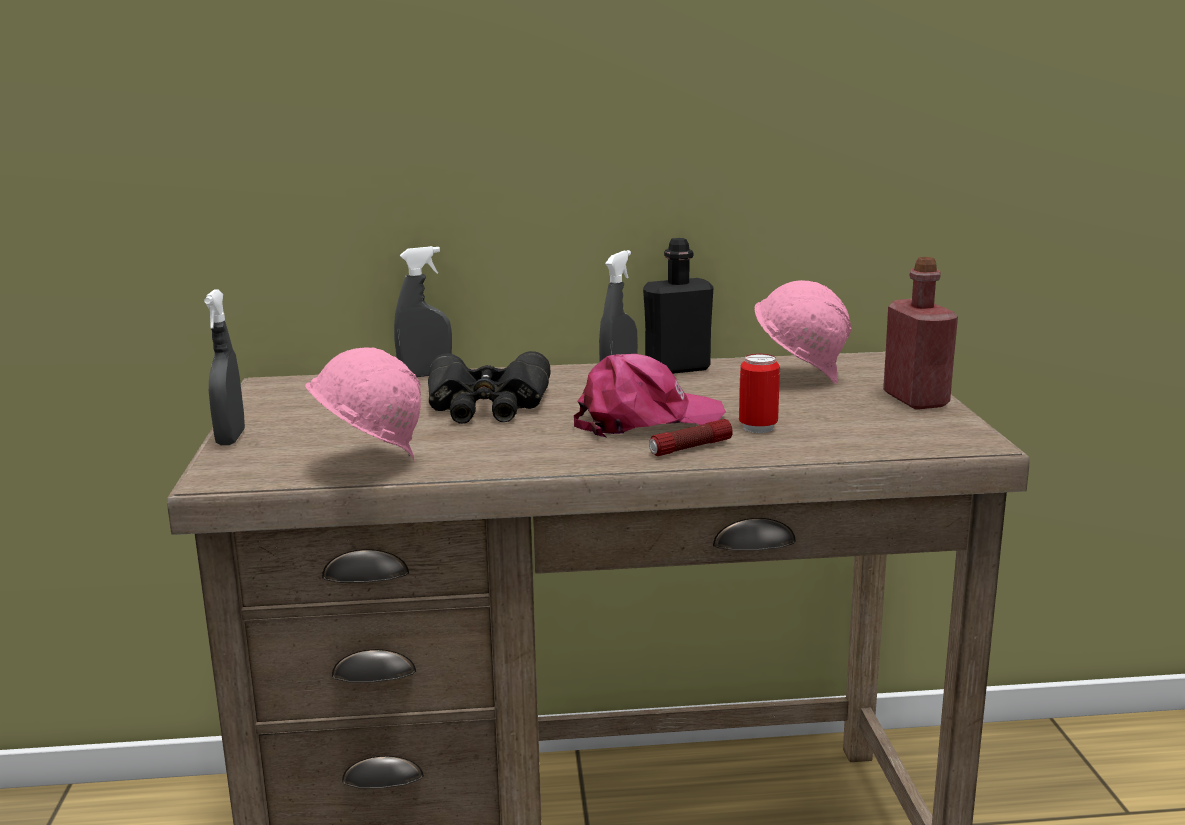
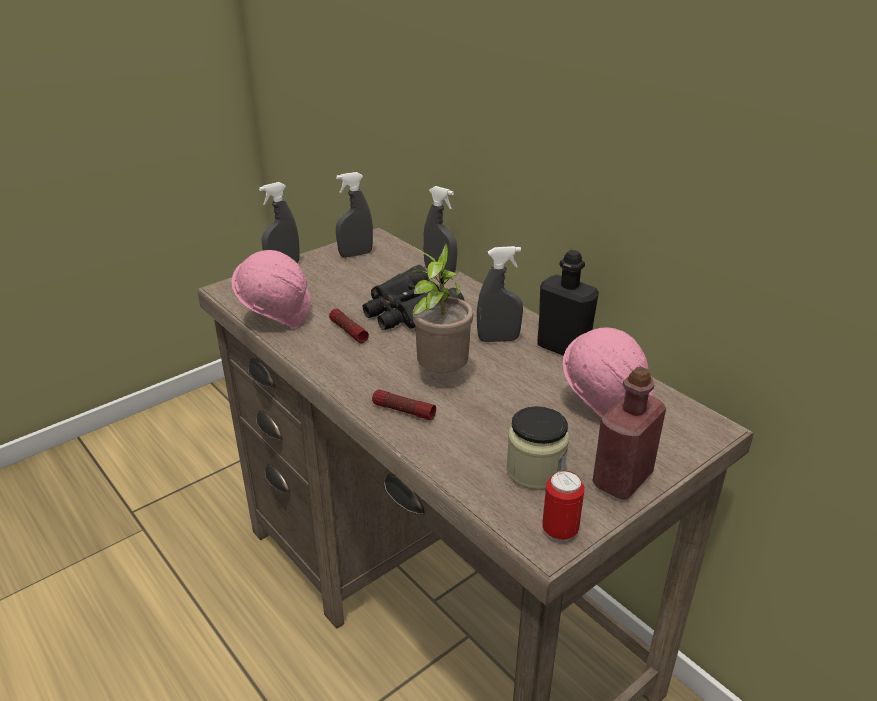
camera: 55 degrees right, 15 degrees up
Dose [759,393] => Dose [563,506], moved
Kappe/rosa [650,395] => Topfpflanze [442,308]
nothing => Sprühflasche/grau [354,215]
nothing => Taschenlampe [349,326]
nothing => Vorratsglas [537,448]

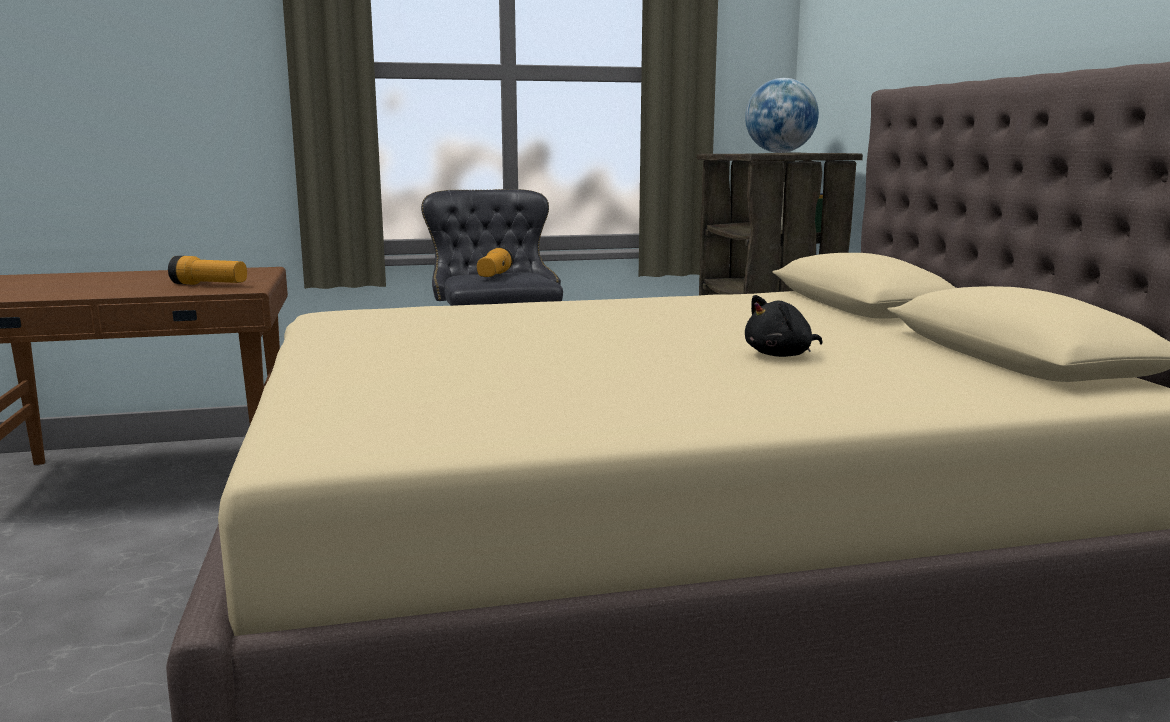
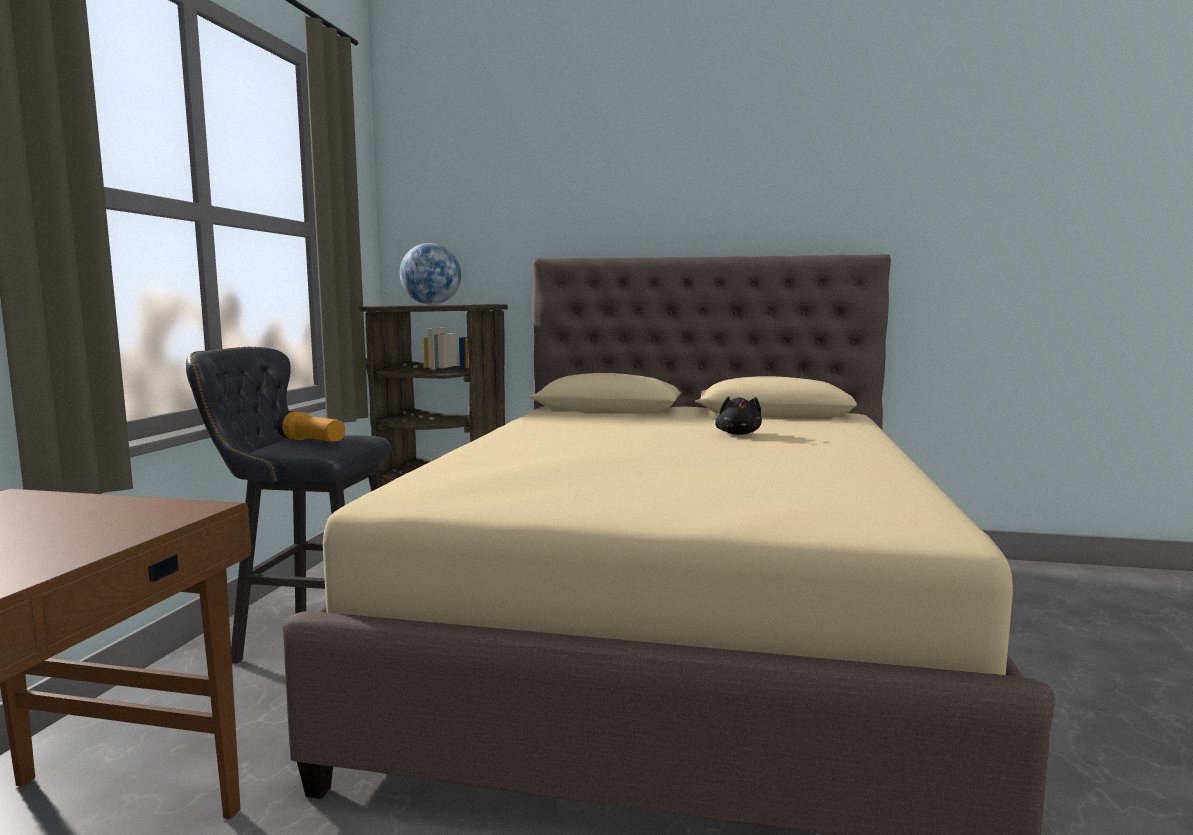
camera: 65 degrees left, 5 degrees down
Taschenlampe [207,270] => nothing

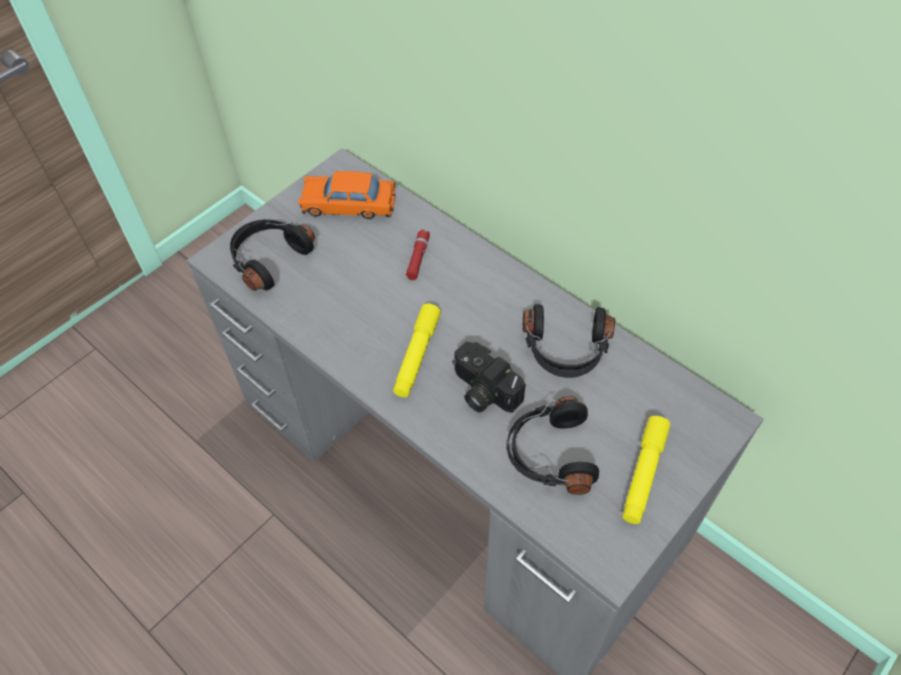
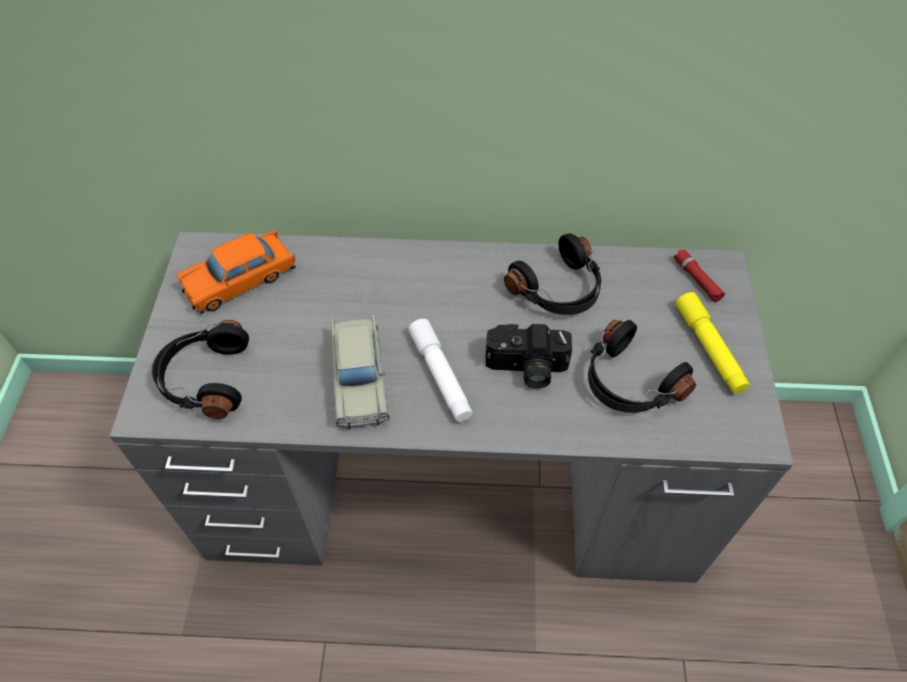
camera: 40 degrees left, 0 degrees up
Taschenlampe/rot [418,254] => Taschenlampe/rot [699,275], moved
Taschenlampe/gelb [417,350] => Taschenlampe/weiß [440,370]
nothing => Spielzeugauto/beige [360,371]

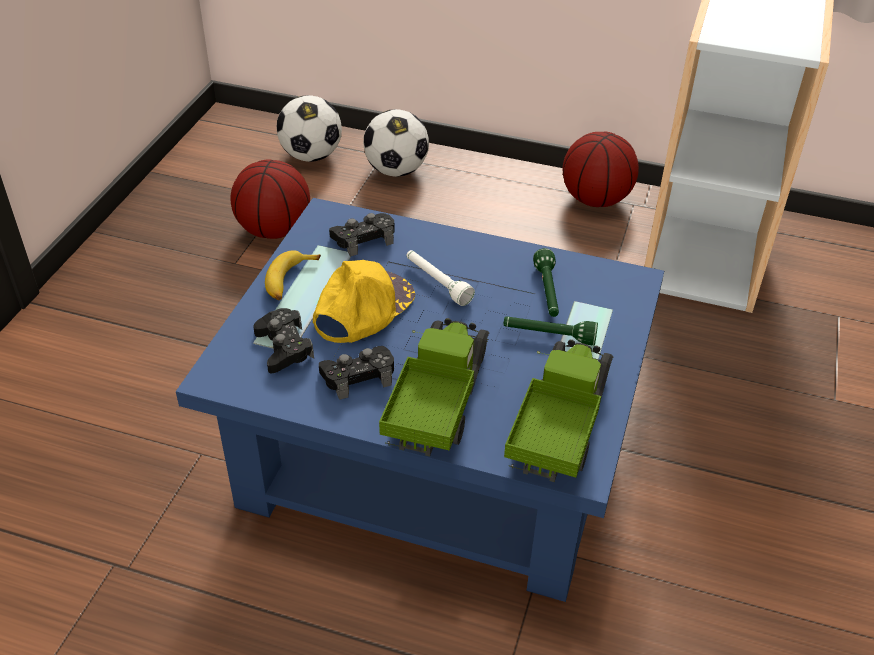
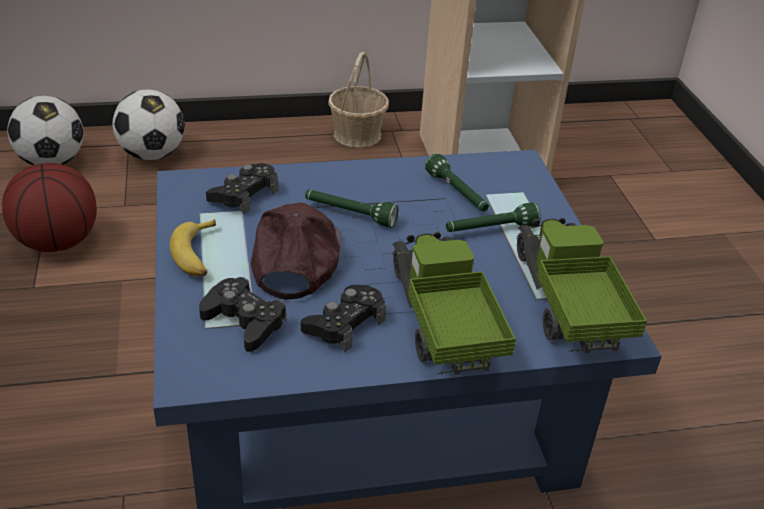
camera: 30 degrees left, 5 degrees down
Basketball [601,169] => Korb [358,100]
Taschenlampe/weiß [440,278] => Taschenlampe/grün [351,208]
Kappe/gelb [364,301] => Kappe/braun [296,251]

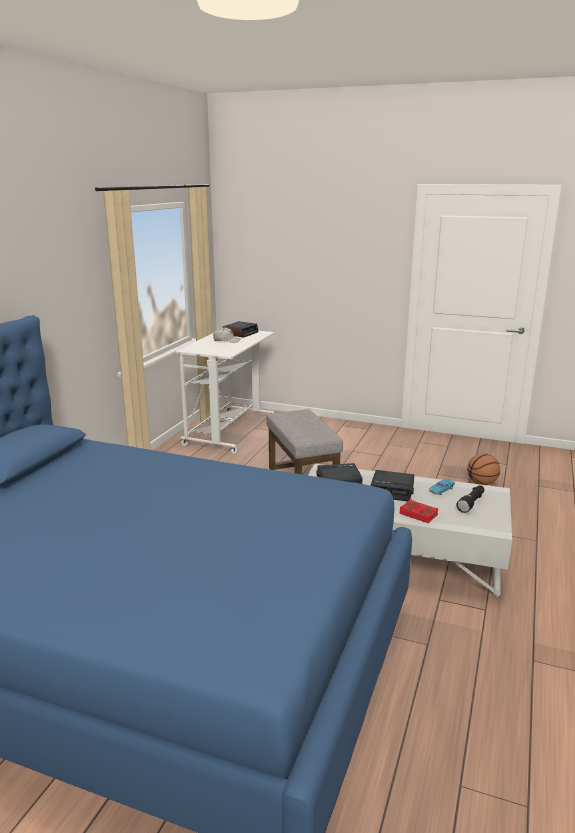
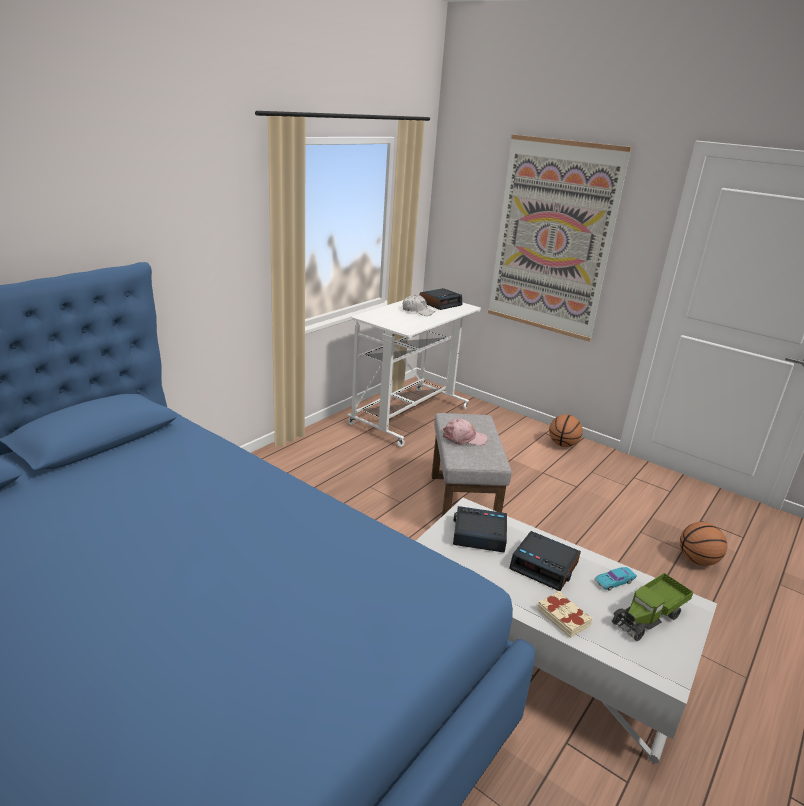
camera: 15 degrees right, 5 degrees up
Taschenlampe/schwarz [470,499] => Spielzeuglaster [652,607]
Buch/rot [419,511] => Buch/beige [564,614]
nothing => Bild [560,238]
nothing => Basketball [566,430]
nothing => Kappe/rosa [465,432]

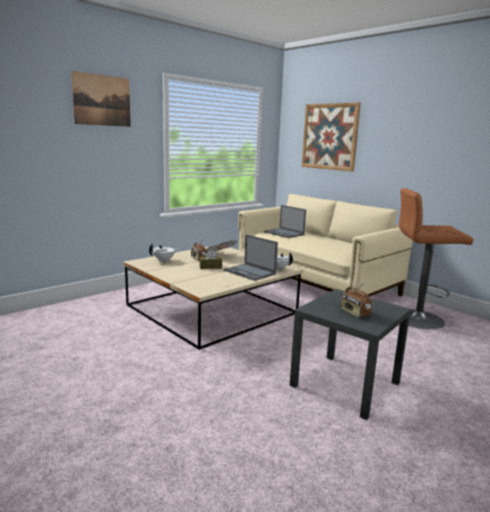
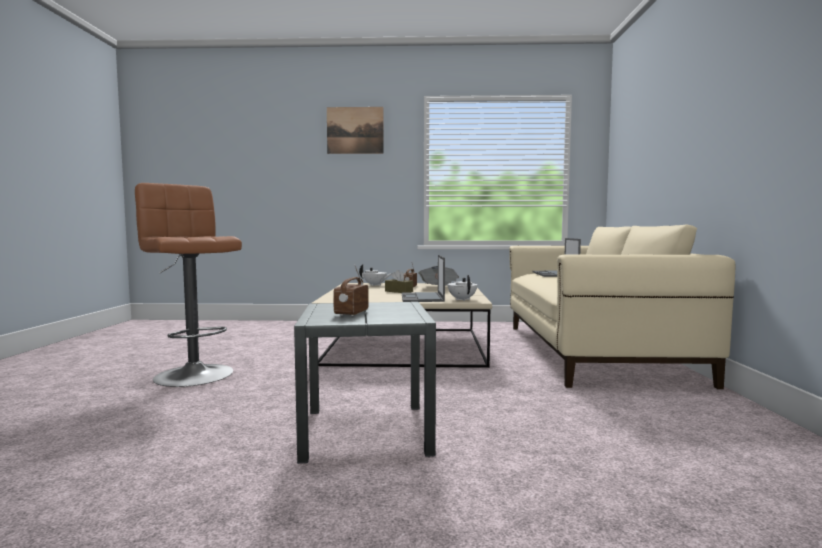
camera: 45 degrees right, 10 degrees down
Bild [331,137] => nothing
Hocker/braun [436,258] => Hocker/braun [188,285], moved

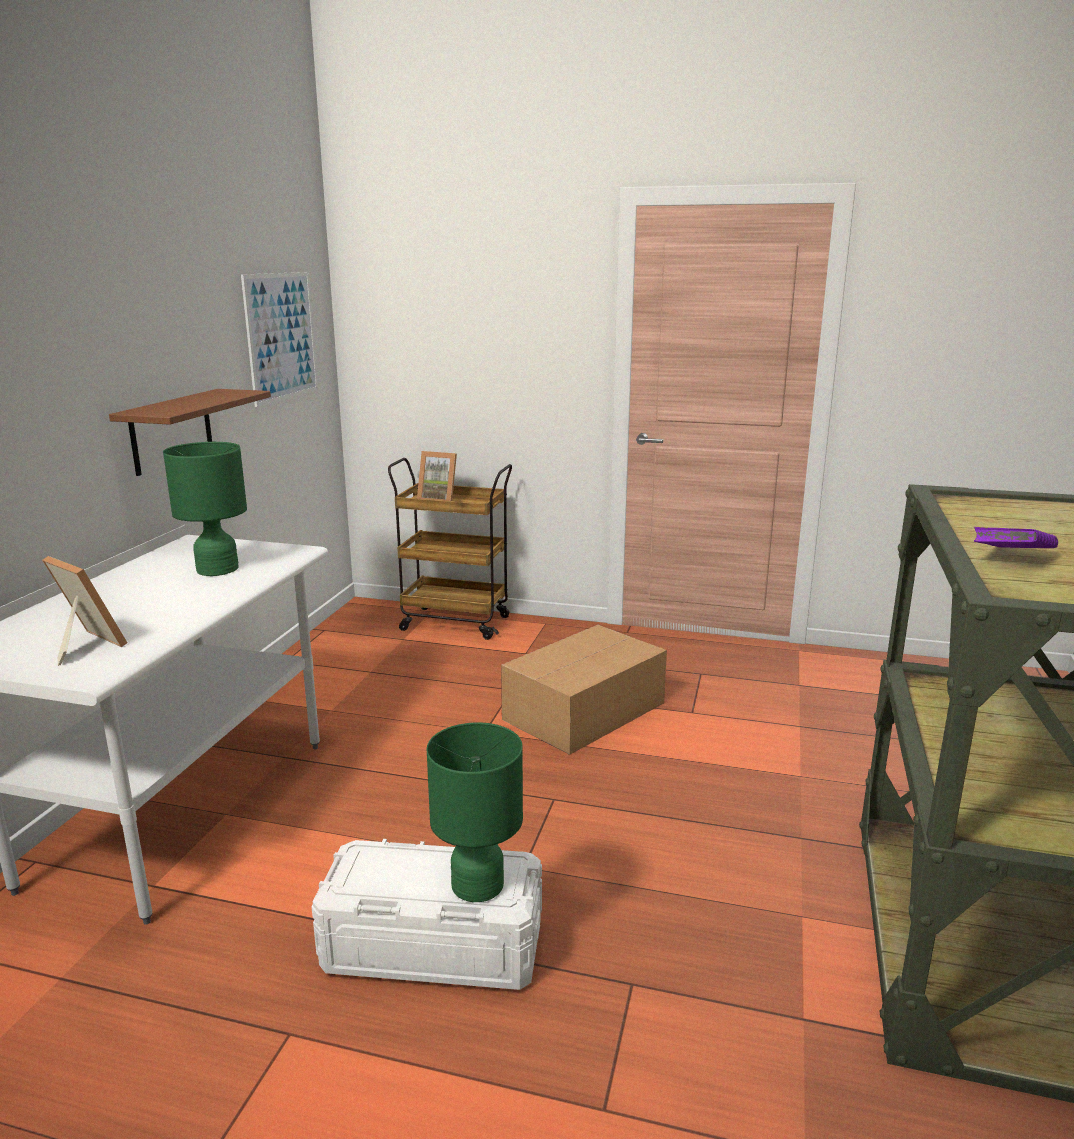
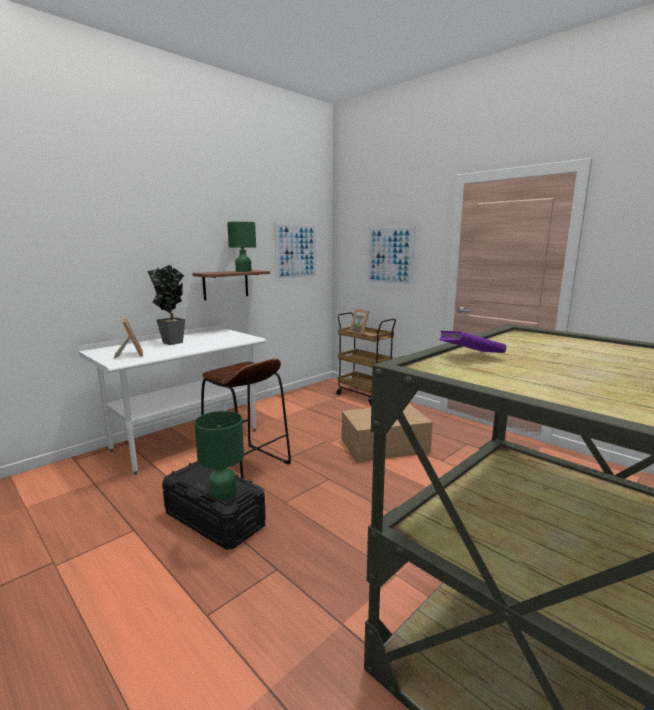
camera: 30 degrees right, 5 degrees down
Tischlampe/grün [205,509] => Tischlampe/grün [241,246], moved
Aufbewahrungsbox/weiß [427,914] => Aufbewahrungsbox/schwarz [214,505]
nothing => Bild [391,256]
nothing => Topfpflanze [166,305]
nothing => Hocker/braun [246,418]

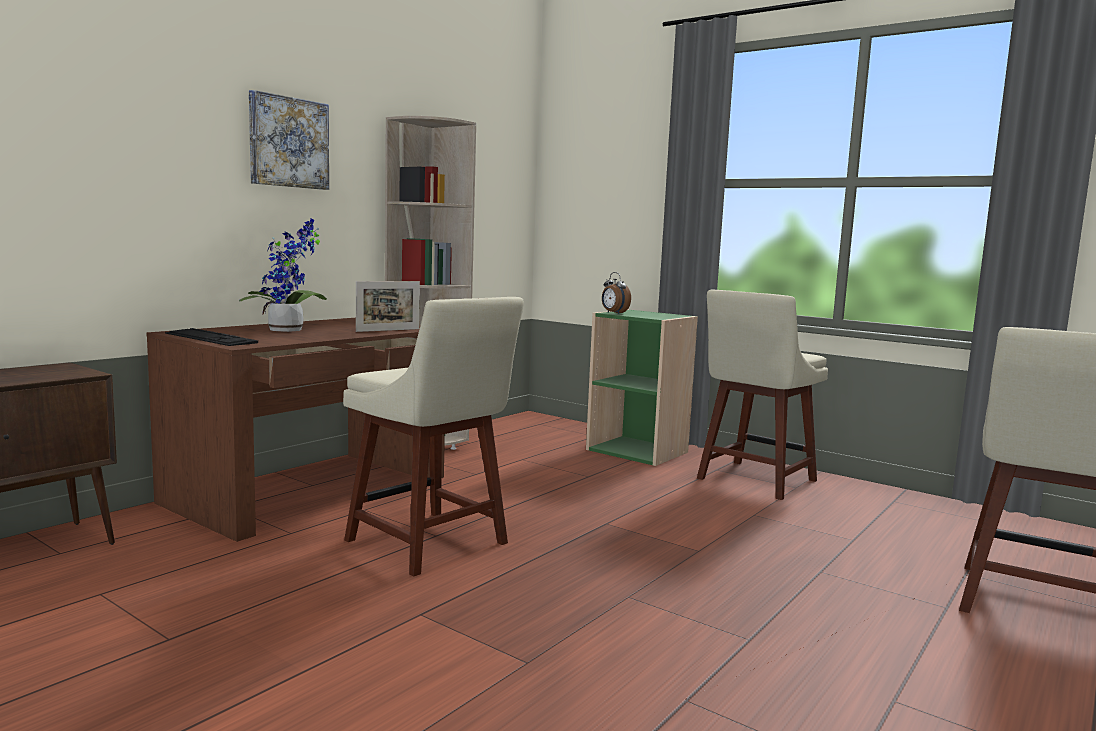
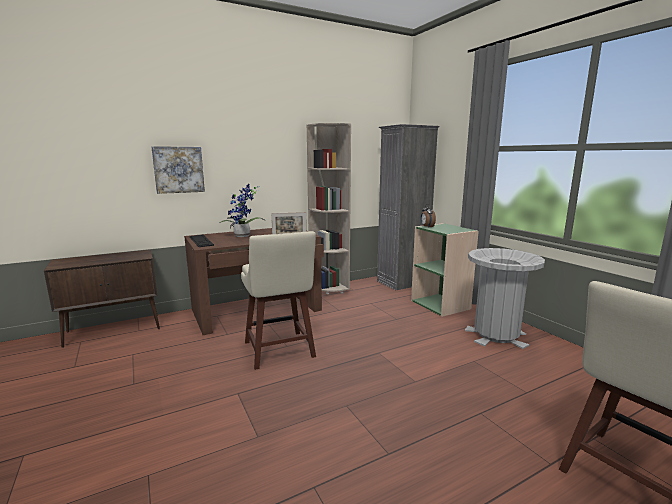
camera: 25 degrees right, 5 degrees up
Bild [289,140] => Bild [178,170], moved
Hocker/beige [762,395] => Mülleimer/grau [505,298]
nothing => Schrank/grau [408,207]

